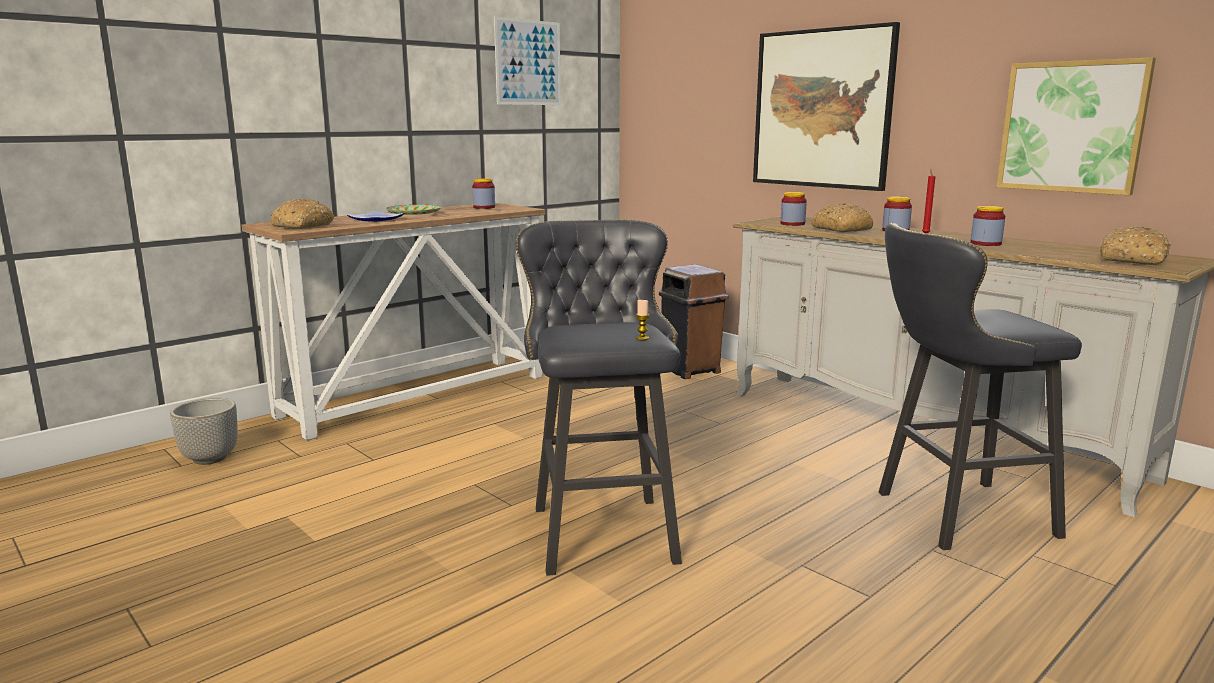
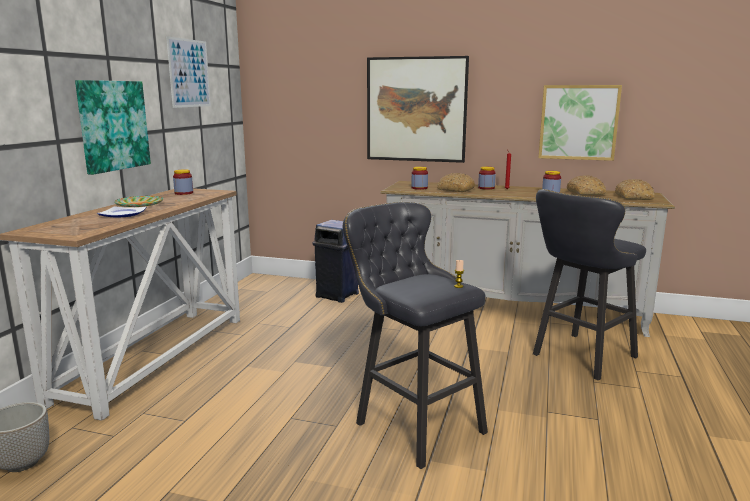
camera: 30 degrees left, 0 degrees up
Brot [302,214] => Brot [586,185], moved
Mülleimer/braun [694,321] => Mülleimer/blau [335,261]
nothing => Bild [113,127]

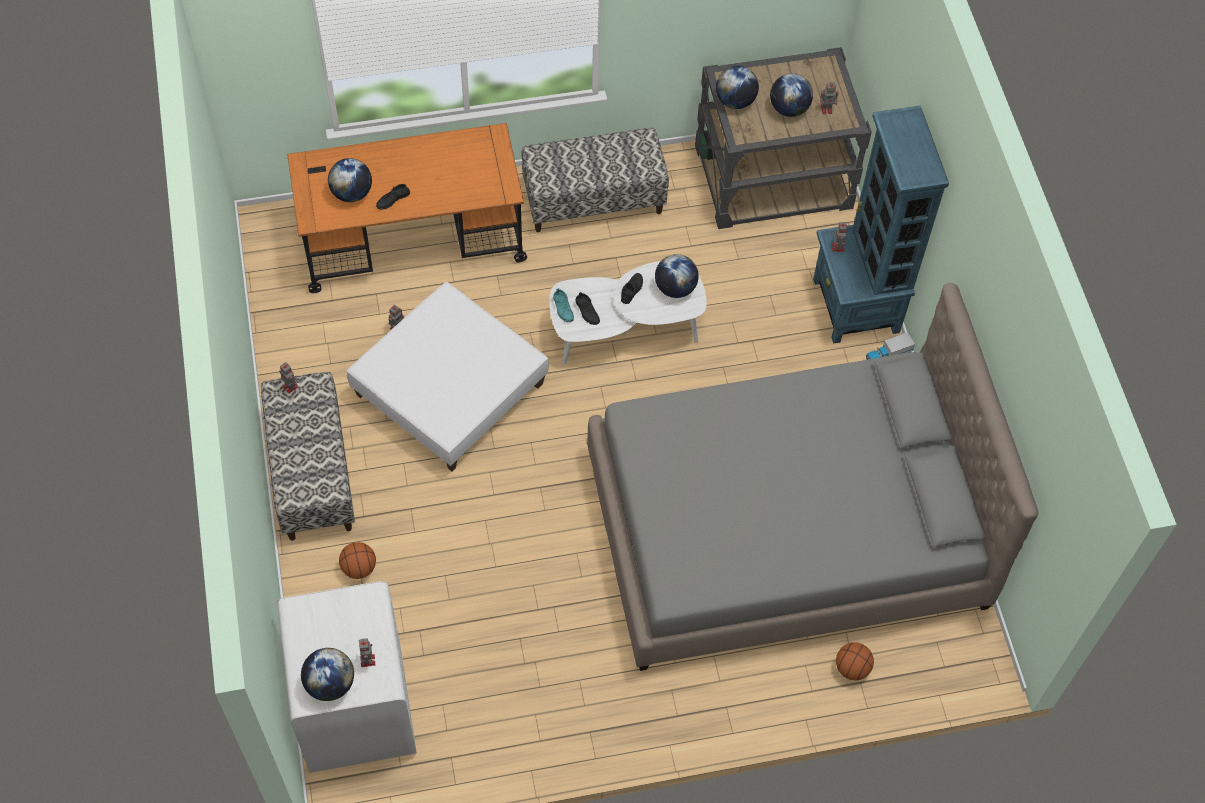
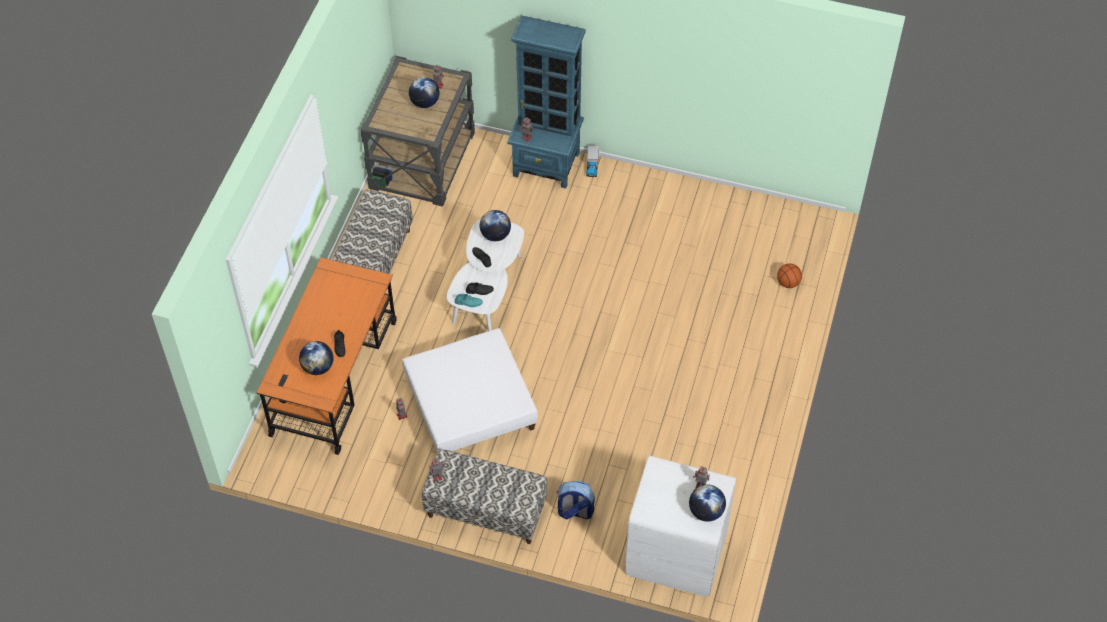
camera: 60 degrees left, 5 degrees down
Globus [737,87] => nothing
Bett/grau [813,477] => nothing
Basketball [357,560] => Rucksack [575,500]

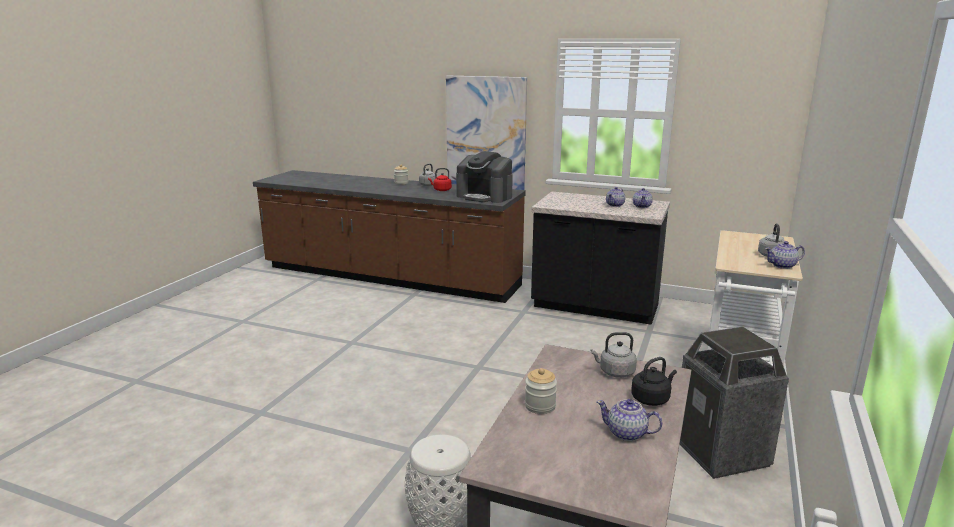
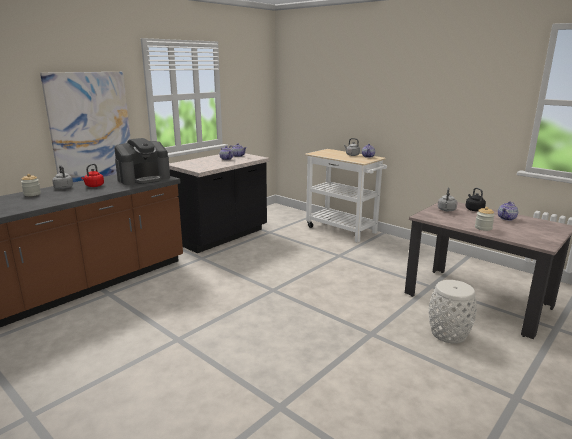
camera: 70 degrees left, 0 degrees up
Mülleimer [734,403] => nothing

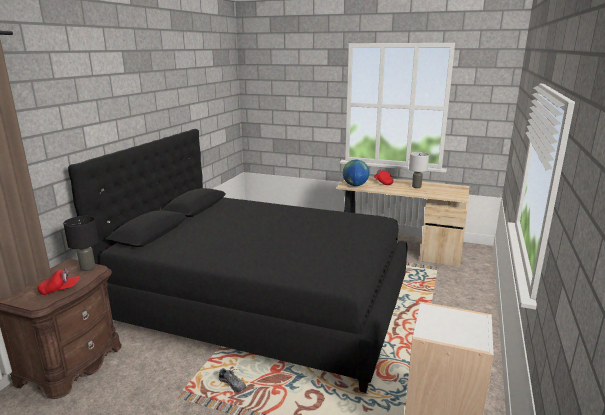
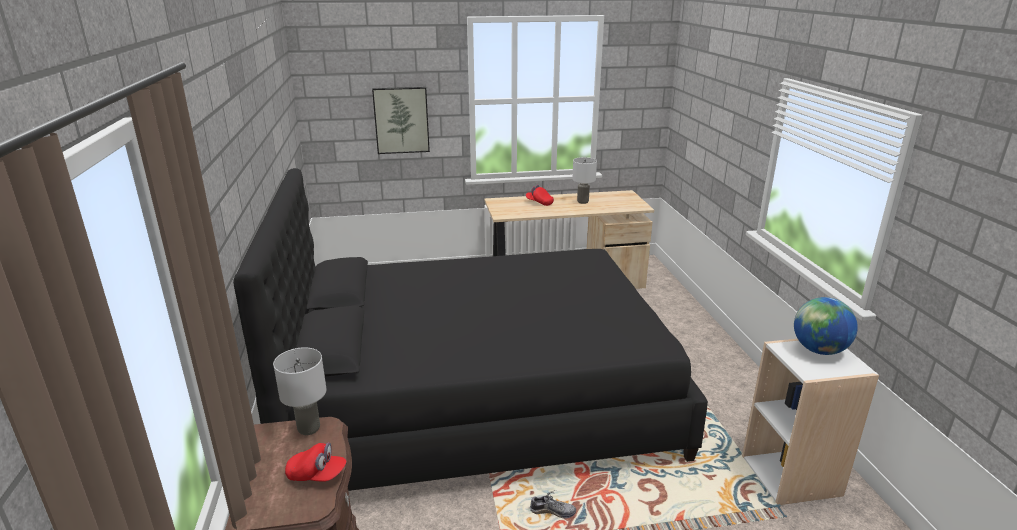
camera: 30 degrees left, 5 degrees up
Globus [356,173] => Globus [826,326], moved
Tischlampe/schwarz [80,243] => Tischlampe/weiß [300,391]
Kappe/rot [59,281] => Kappe/rot [315,462], 60 degrees clockwise
nothing => Bild [401,120]

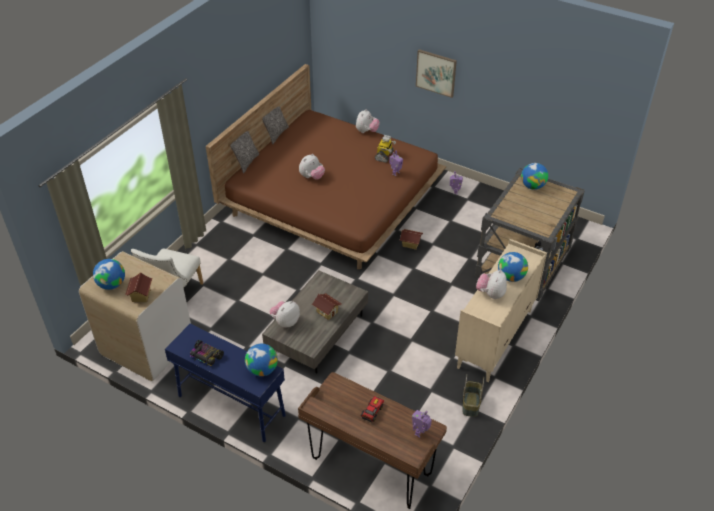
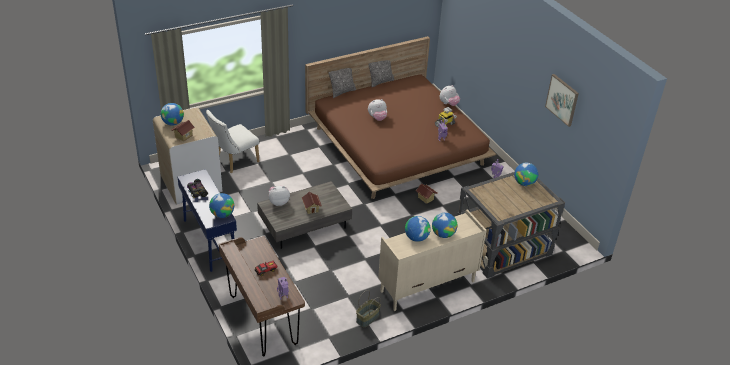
camera: 30 degrees right, 5 degrees down
Bild [436,73] => Bild [562,100], moved
Plüschtier [491,284] => Globus [418,229]

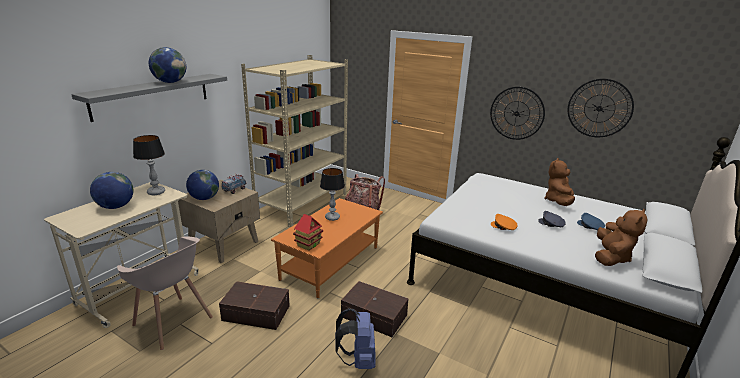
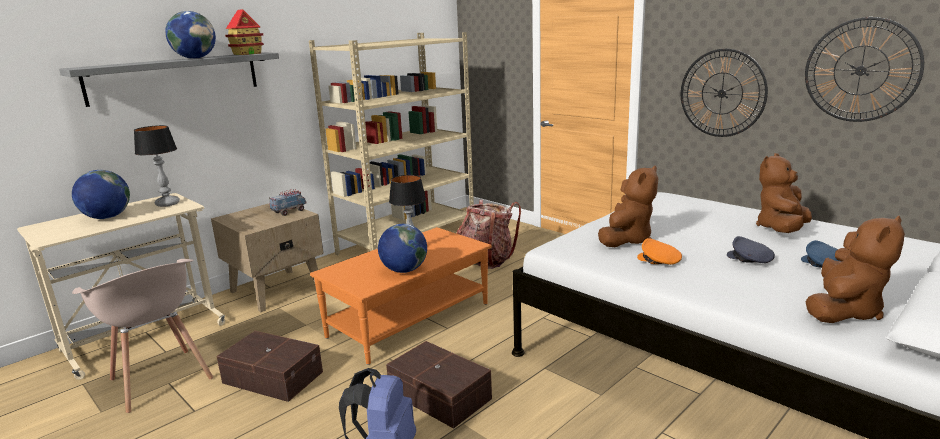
camera: 15 degrees right, 5 degrees down
Globus [202,185] => Globus [402,248], moved
Spielzeughaus [308,232] => Spielzeughaus [244,32], moved
nothing => Plüschtier/braun [628,206]

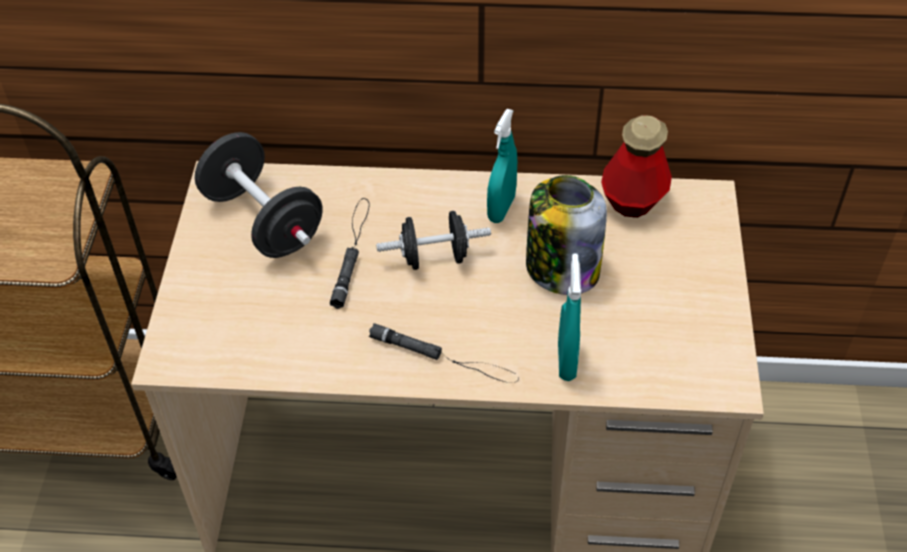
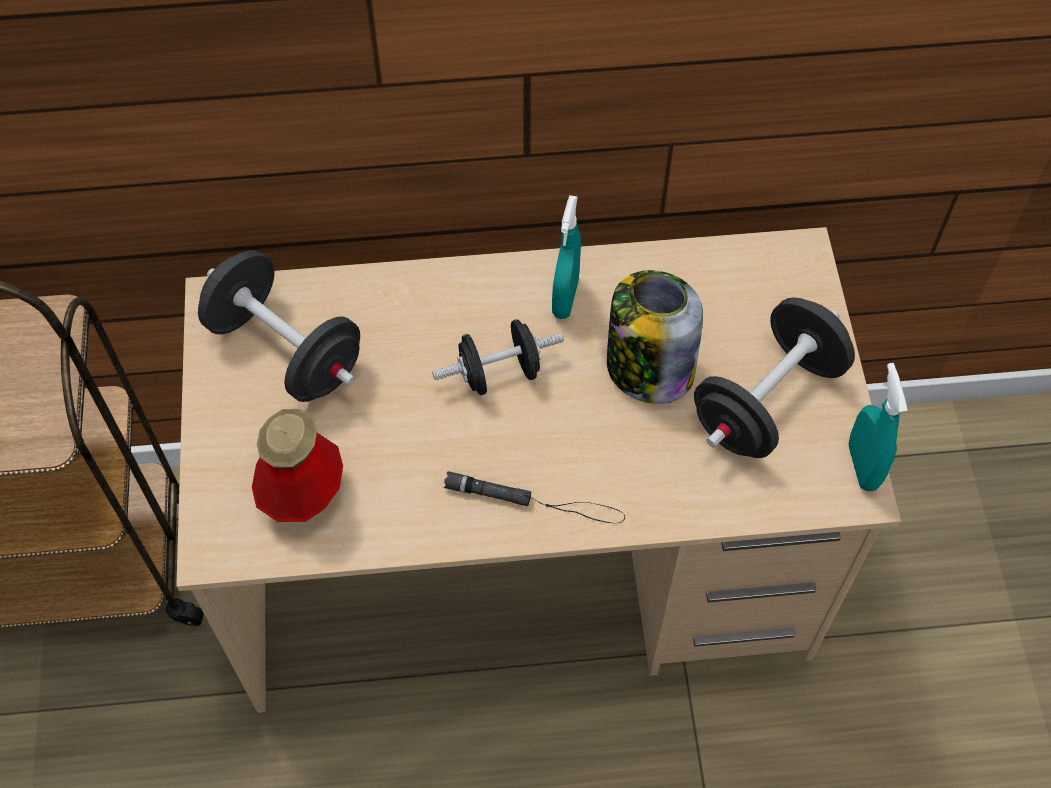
camera: 10 degrees left, 10 degrees up
Flasche [636,166] => Flasche [297,465], moved
Taschenlampe/schwarz [349,253] => nothing
Sprühflasche/türkis [569,317] => Sprühflasche/türkis [878,427], moved
nothing => Hantel/schwarz [774,377]

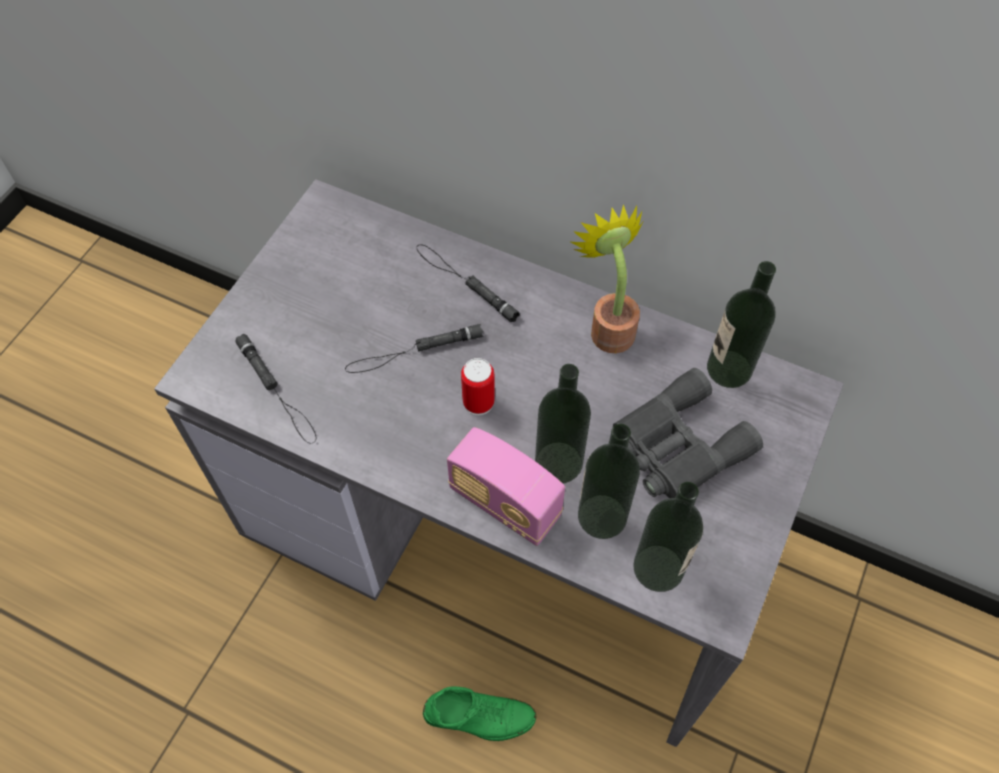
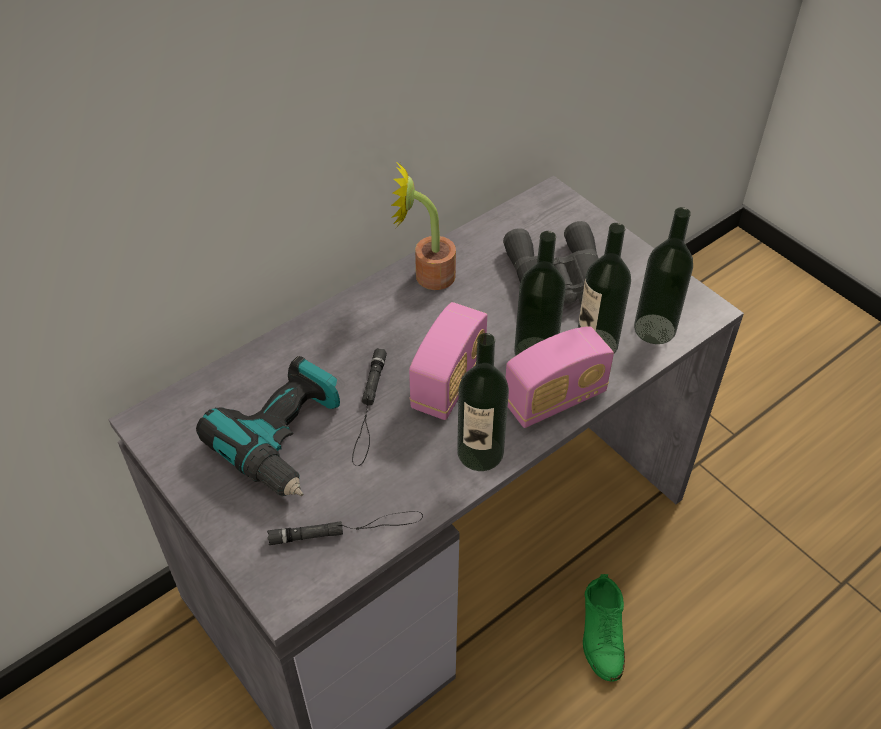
camera: 65 degrees left, 10 degrees down
Taschenlampe/schwarz [468,283] => nothing
Flasche [741,324] => Flasche [483,402], moved
Dose [478,387] => Radio [448,361]
Schuh/grün [479,713] => Schuh/grün [604,628], 150 degrees clockwise
nothing => Bohrmaschine [268,426]

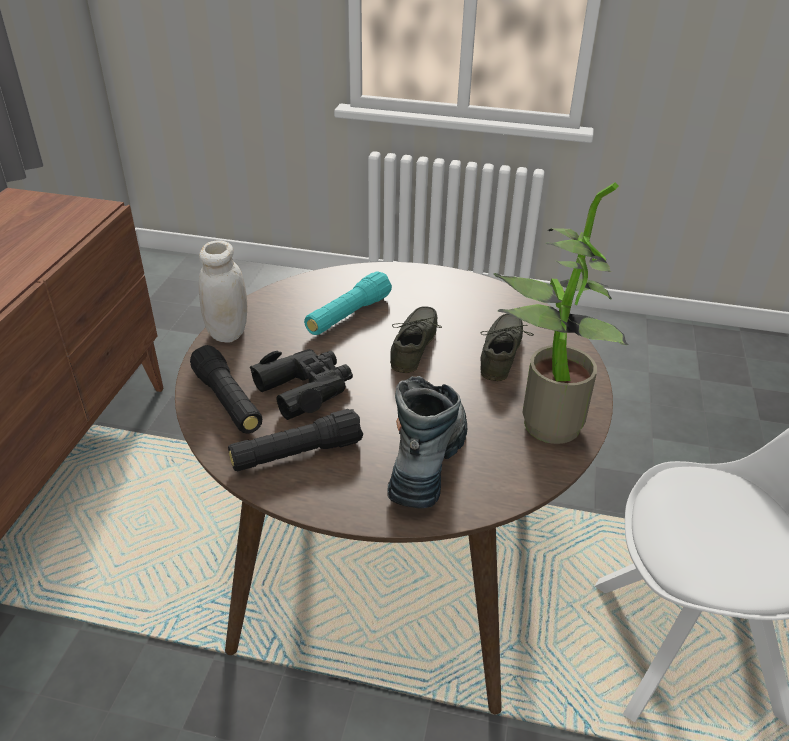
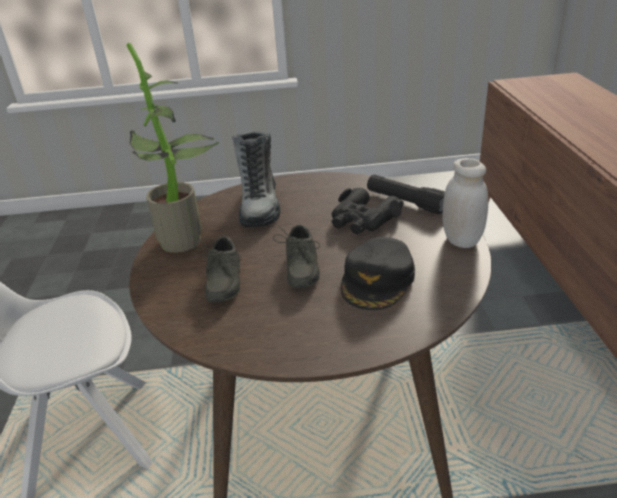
camera: 165 degrees right, 5 degrees down
Taschenlampe/türkis [348,303] => Kappe/schwarz [378,273]
Taschenlampe/schwarz [295,440] => nothing

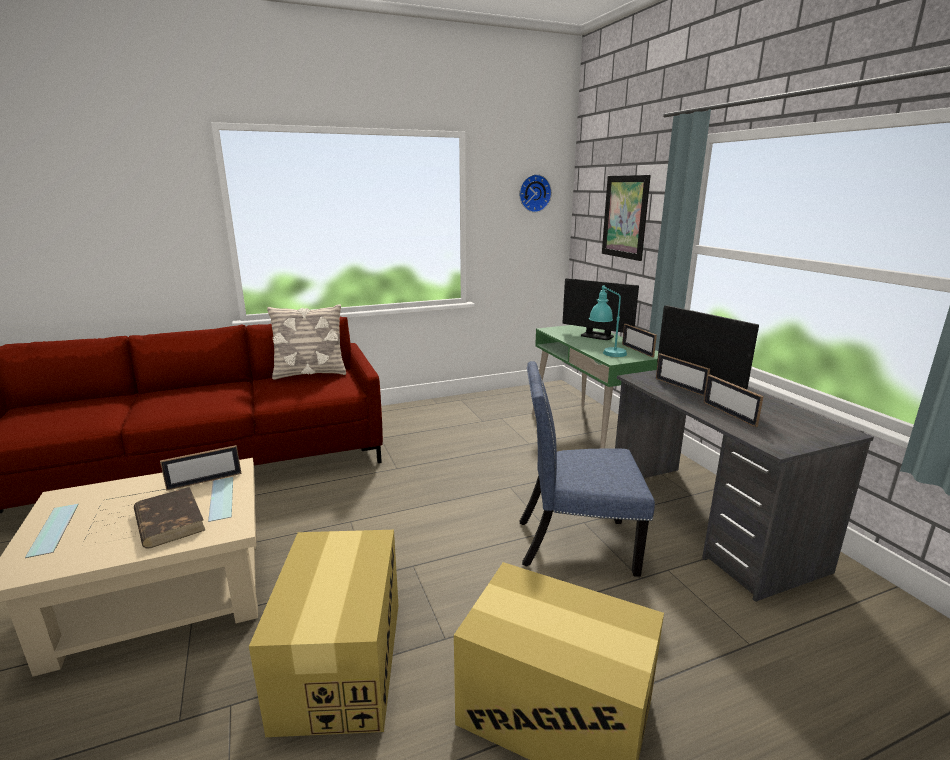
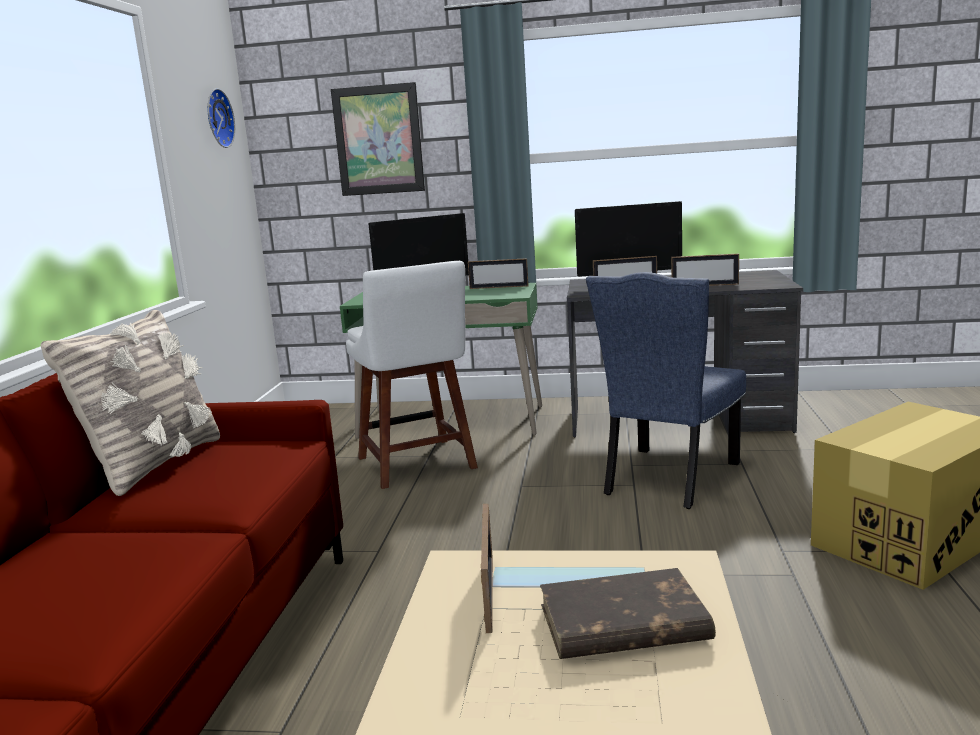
camera: 60 degrees left, 5 degrees down
Tischlampe/türkis [608,321] => nothing
Karton [323,633] => nothing
nothing => Hocker/weiß [412,375]

